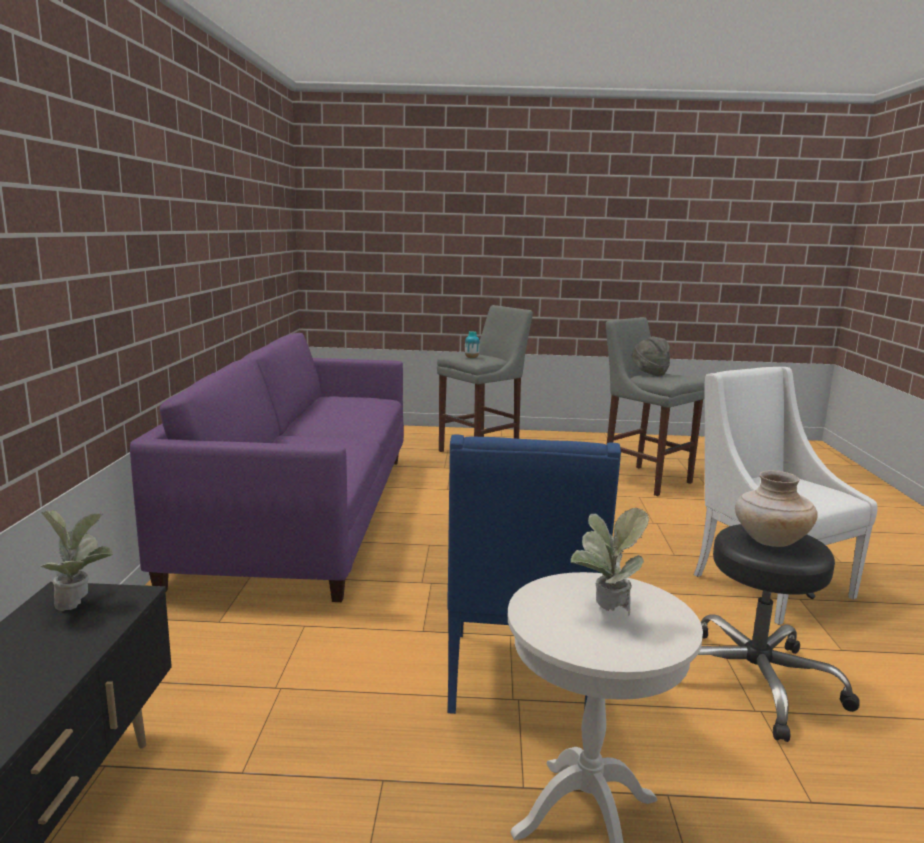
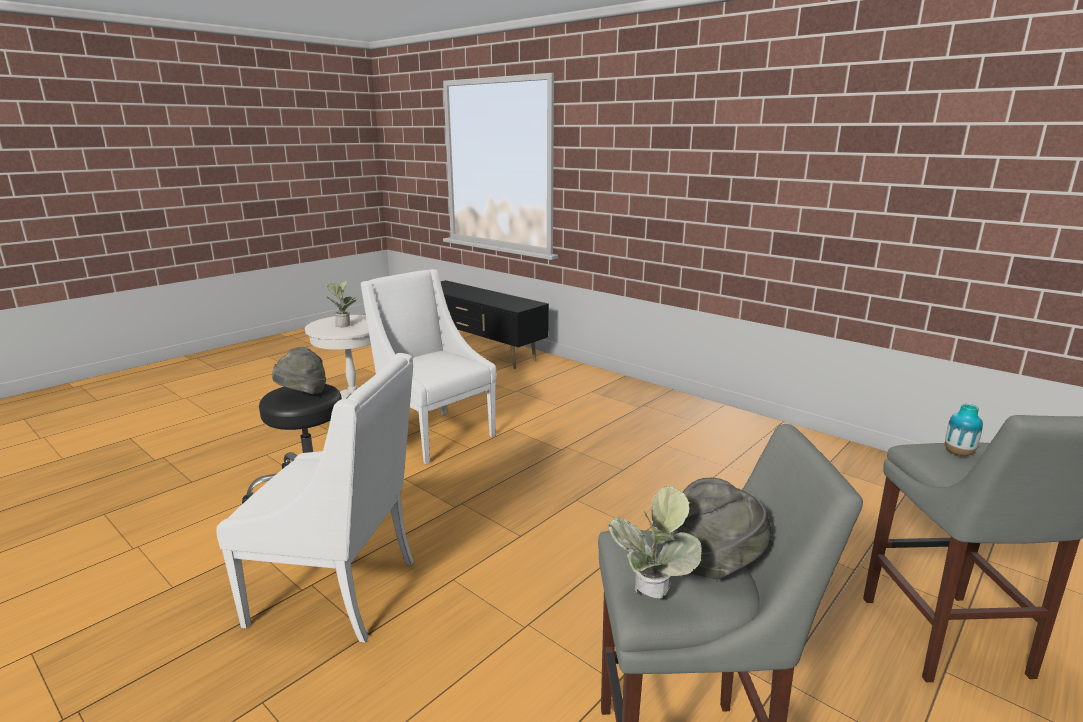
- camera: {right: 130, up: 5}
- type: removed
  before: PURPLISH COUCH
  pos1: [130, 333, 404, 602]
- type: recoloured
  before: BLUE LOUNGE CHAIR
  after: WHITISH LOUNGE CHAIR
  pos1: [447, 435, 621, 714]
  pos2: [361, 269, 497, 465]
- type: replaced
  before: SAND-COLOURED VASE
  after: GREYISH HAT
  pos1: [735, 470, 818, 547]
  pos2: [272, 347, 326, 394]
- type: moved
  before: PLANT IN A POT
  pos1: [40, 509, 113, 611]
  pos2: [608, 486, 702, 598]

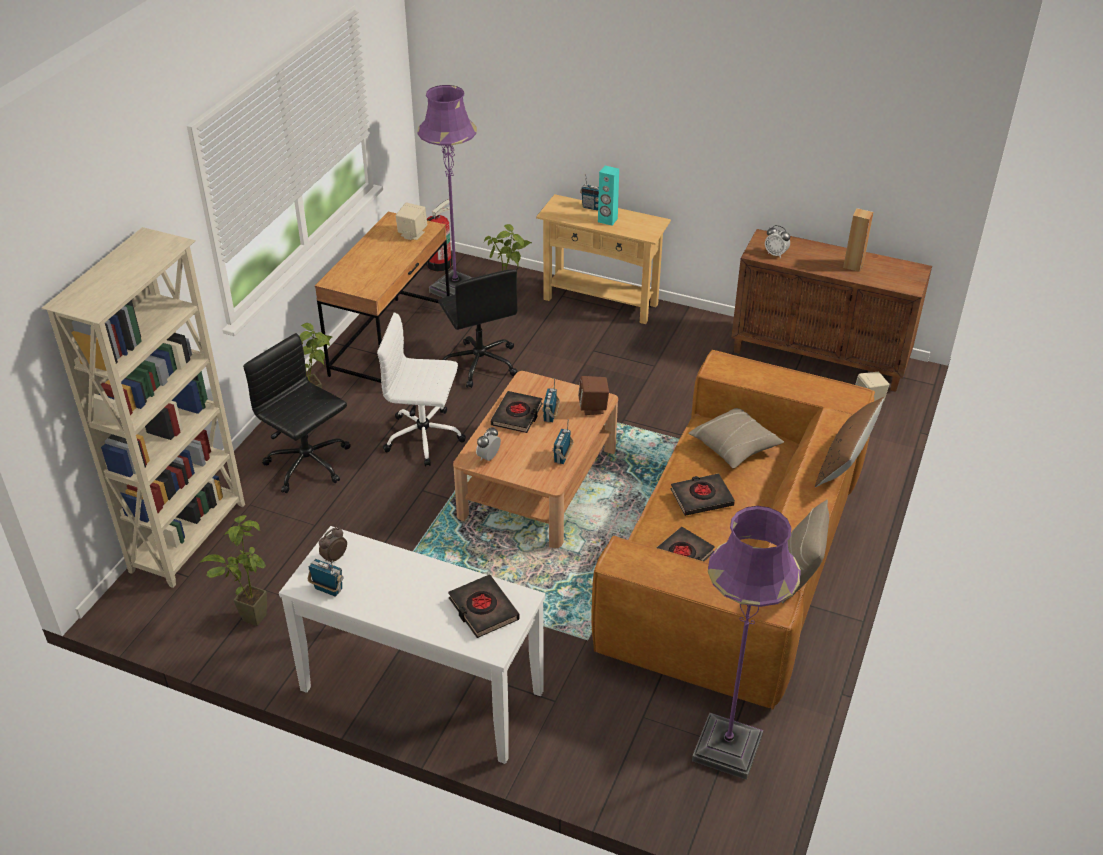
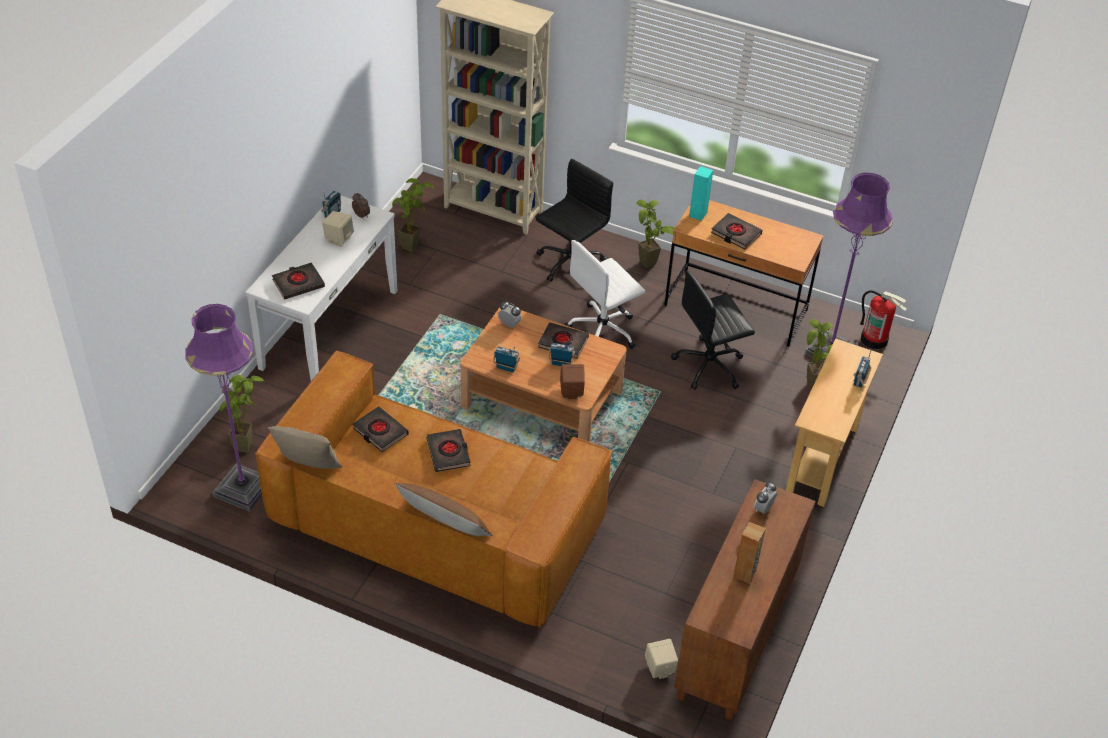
- camera: {right: 90, up: 5}
- type: moved
  before: BLUE-GREEN SPEAKER
  pos1: [598, 166, 619, 226]
  pos2: [689, 166, 713, 221]
- type: moved
  before: SAND-COLOURED SPEAKER
  pos1: [396, 202, 427, 240]
  pos2: [322, 211, 354, 247]
- type: turned
  before: WHITISH OFFICE CHAIR
  pos1: [377, 312, 466, 467]
  pos2: [564, 240, 645, 349]
  turn: -135
- type: removed
  before: SAND-COLOURED CUSHION
  pos1: [688, 408, 784, 469]
- type: added
  after: BLACKISH BOOK
  pos2: [711, 213, 762, 249]
- type: added
  after: PLANT IN A POT
  pos2: [220, 375, 265, 453]

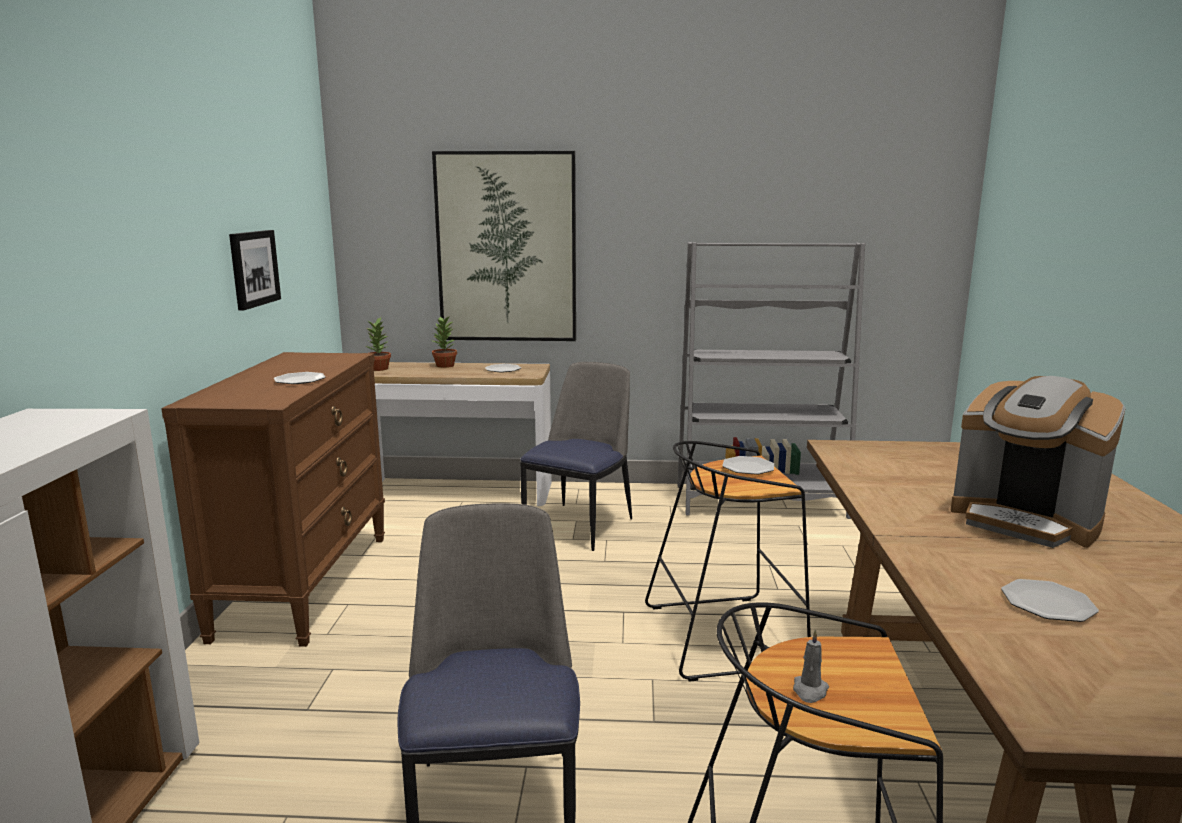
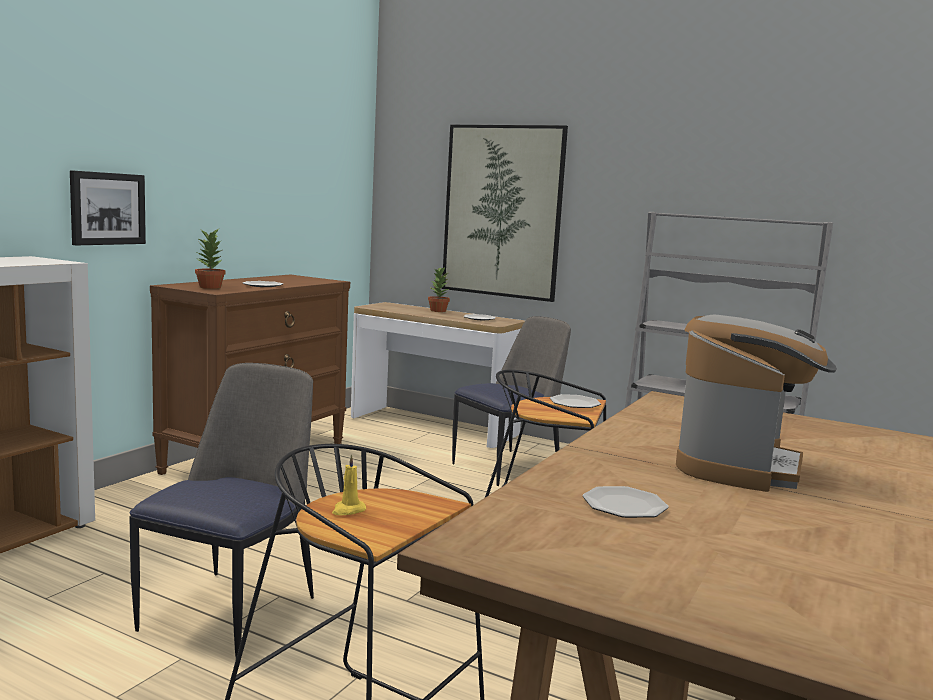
- camera: {right: 25, up: -5}
- type: moved
  before: PICTURE
  pos1: [229, 230, 281, 310]
  pos2: [70, 170, 146, 245]
- type: moved
  before: PLANT IN A POT
  pos1: [366, 318, 391, 371]
  pos2: [195, 229, 225, 289]
- type: turned
  before: COFFEE MAKER
  pos1: [951, 376, 1125, 548]
  pos2: [676, 315, 837, 492]
  turn: -135
- type: recoloured
  before: GREYISH CANDLE
  after: YELLOW CANDLE
  pos1: [793, 630, 829, 703]
  pos2: [332, 454, 366, 516]

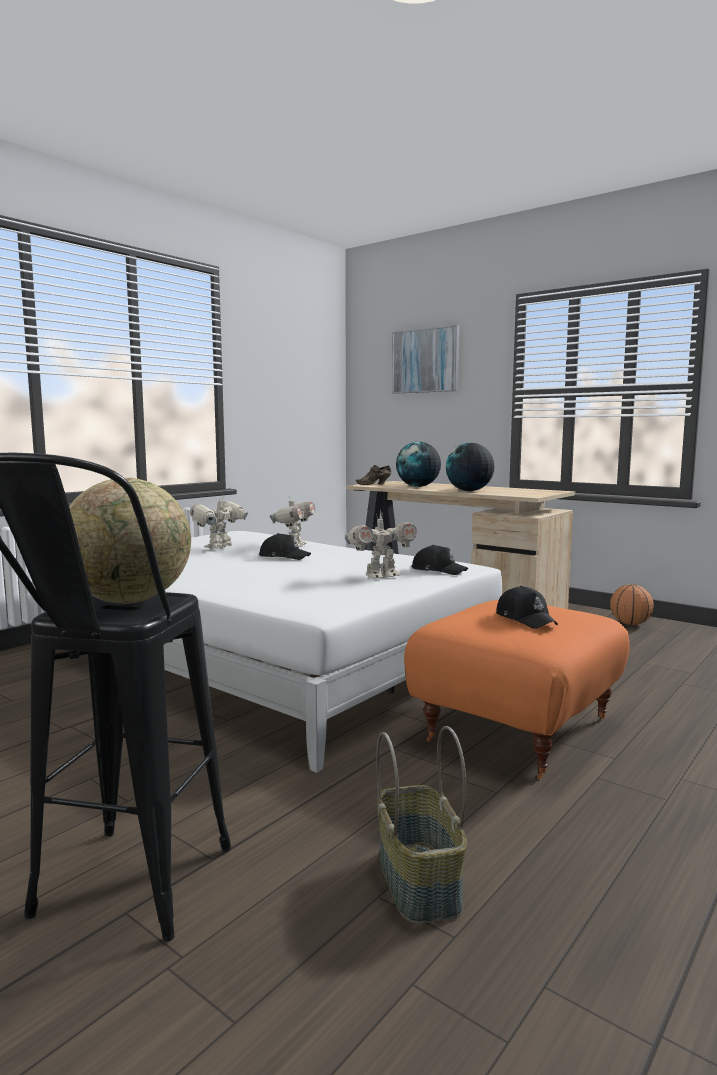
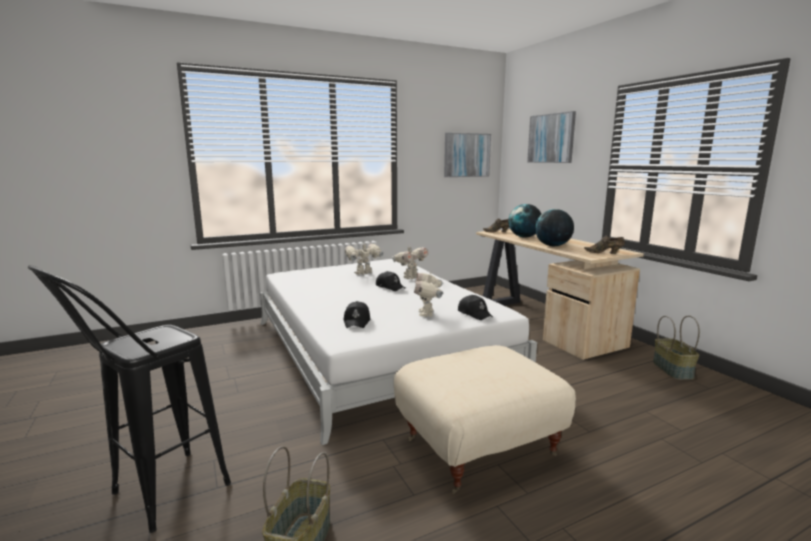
- camera: {right: 25, up: 5}
- type: removed
  before: GLOBE
  pos1: [69, 478, 191, 604]
- type: turned
  before: TOY ROBOT
  pos1: [345, 514, 417, 578]
  pos2: [414, 271, 443, 317]
  turn: 90
- type: replaced
  before: BASKETBALL BALL
  after: HOUSEHOLD BASKET
  pos1: [610, 584, 654, 625]
  pos2: [653, 315, 700, 380]
- type: moved
  before: BLACKISH CAP
  pos1: [496, 586, 558, 629]
  pos2: [343, 301, 370, 328]
- type: recoloured
  before: ORANGE-COLOURED POUFFE
  after: SAND-COLOURED POUFFE
  pos1: [404, 600, 630, 779]
  pos2: [394, 345, 576, 494]
- type: added
  after: PICTURE
  pos2: [444, 133, 491, 177]
- type: added
  after: BROWN SHOE
  pos2: [584, 235, 625, 254]

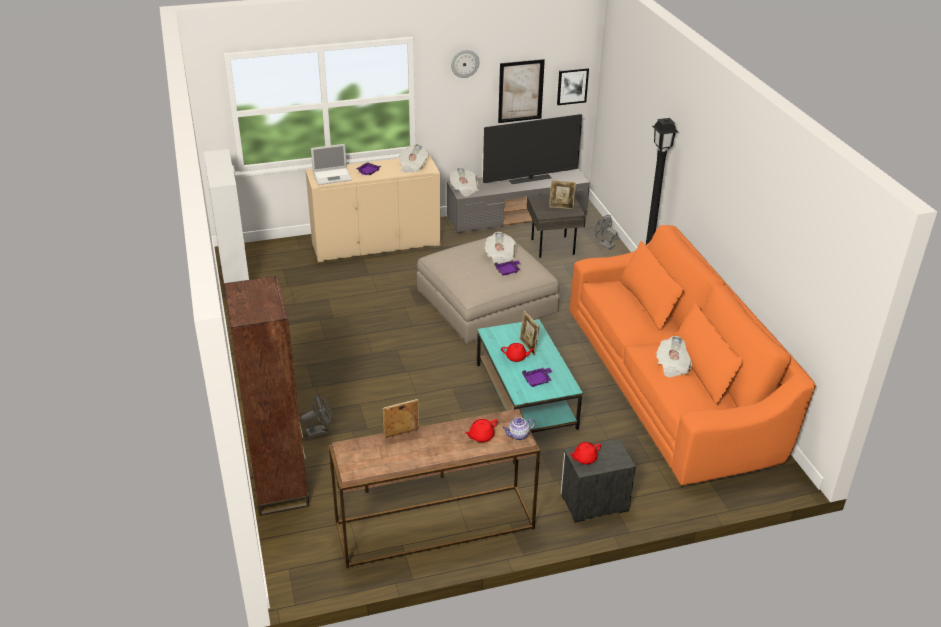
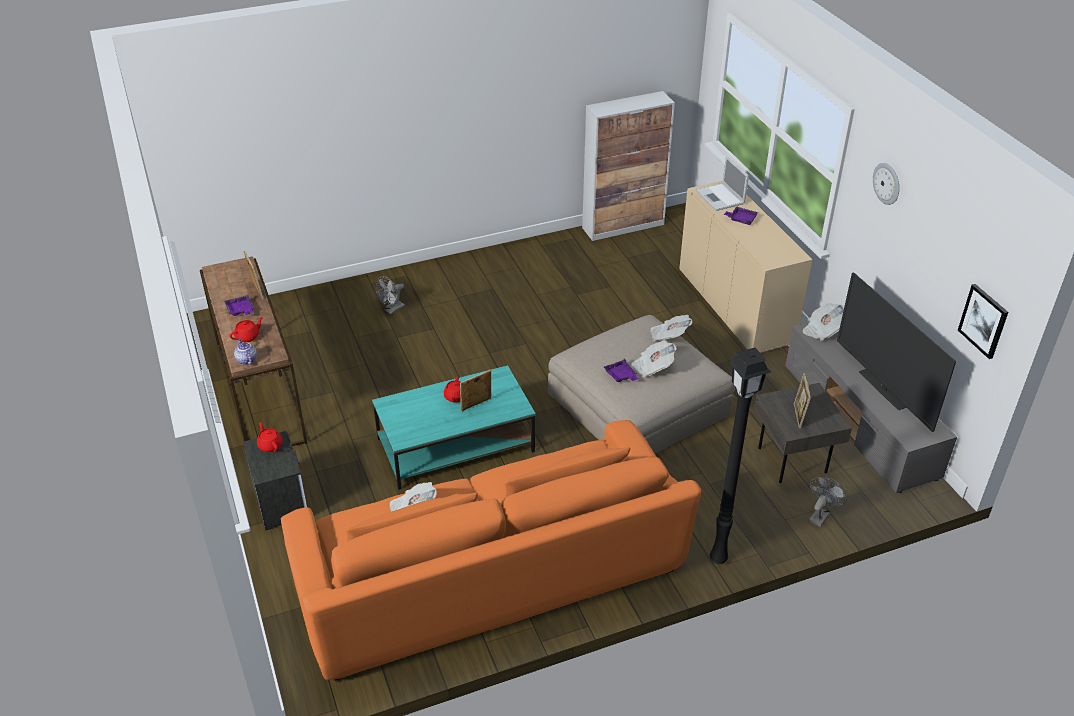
- camera: {right: 85, up: 5}
- type: removed
  before: PICTURE
  pos1: [498, 59, 545, 123]
- type: moved
  before: NEWSPAPER
  pos1: [399, 144, 429, 173]
  pos2: [650, 315, 692, 341]
- type: removed
  before: BROWN SHELVING UNIT
  pos1: [224, 276, 310, 516]
- type: moved
  before: PURPLISH CARRYING TRAY
  pos1: [522, 368, 552, 387]
  pos2: [224, 294, 254, 316]
- type: turned
  before: GREYISH ELECTRIC FAN
  pos1: [301, 395, 332, 438]
  pos2: [376, 276, 405, 314]
  turn: 75
- type: turned
  before: REDDISH TEAPOT
  pos1: [465, 419, 497, 442]
  pos2: [229, 317, 263, 342]
  turn: 90

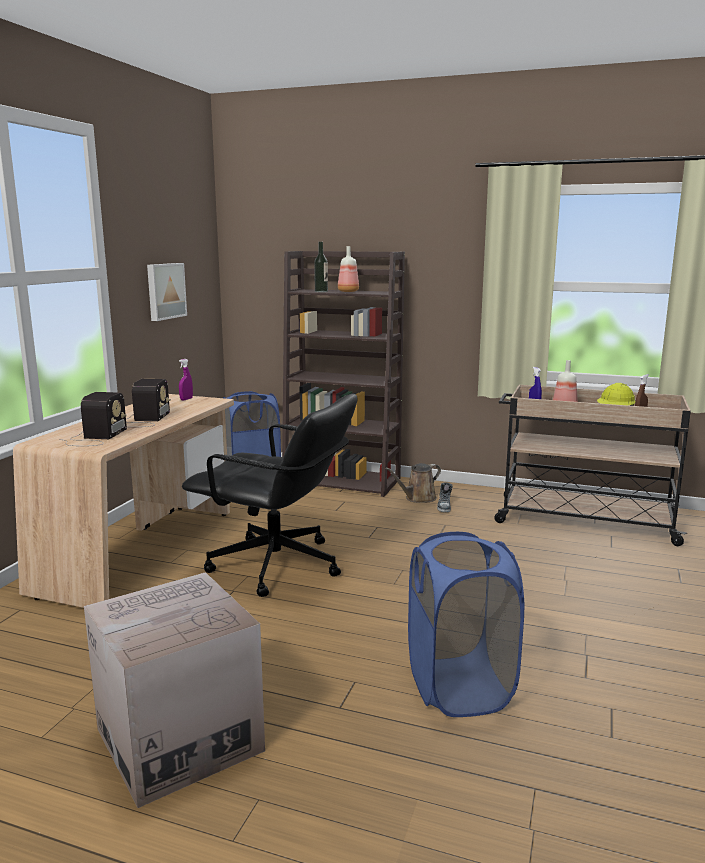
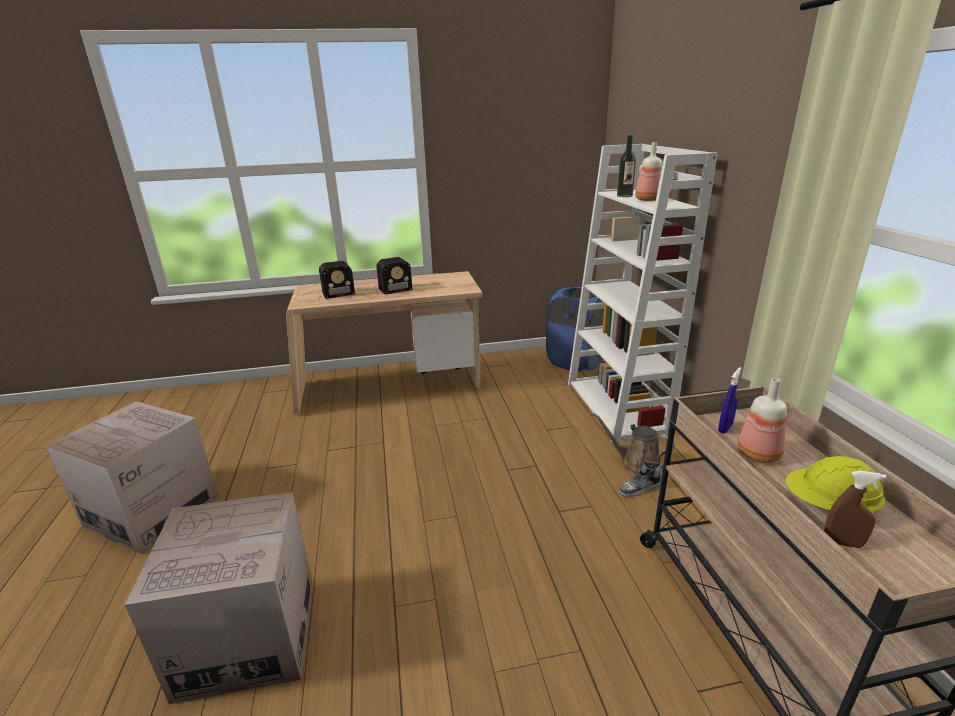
- camera: {right: 60, up: 10}
- type: recoloured
  before: BROWN SHELVING UNIT
  after: WHITISH SHELVING UNIT
  pos1: [282, 251, 405, 497]
  pos2: [568, 144, 718, 443]
- type: removed
  before: PICTURE
  pos1: [147, 263, 187, 321]
- type: removed
  before: PURPLISH SPRAY BOTTLE
  pos1: [179, 359, 193, 400]
- type: removed
  before: BLACKISH OFFICE CHAIR
  pos1: [182, 394, 357, 597]
- type: replaced
  before: BLUE LAUNDRY BASKET
  after: PACKING BOX
  pos1: [408, 532, 524, 717]
  pos2: [125, 492, 313, 704]

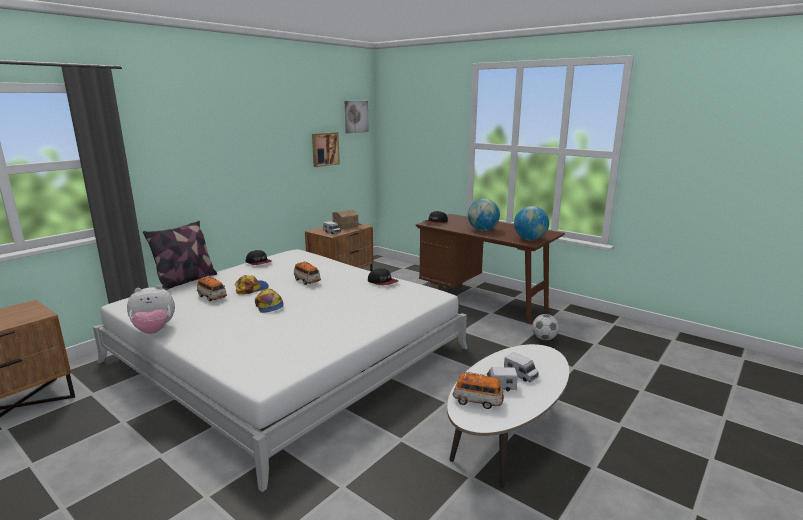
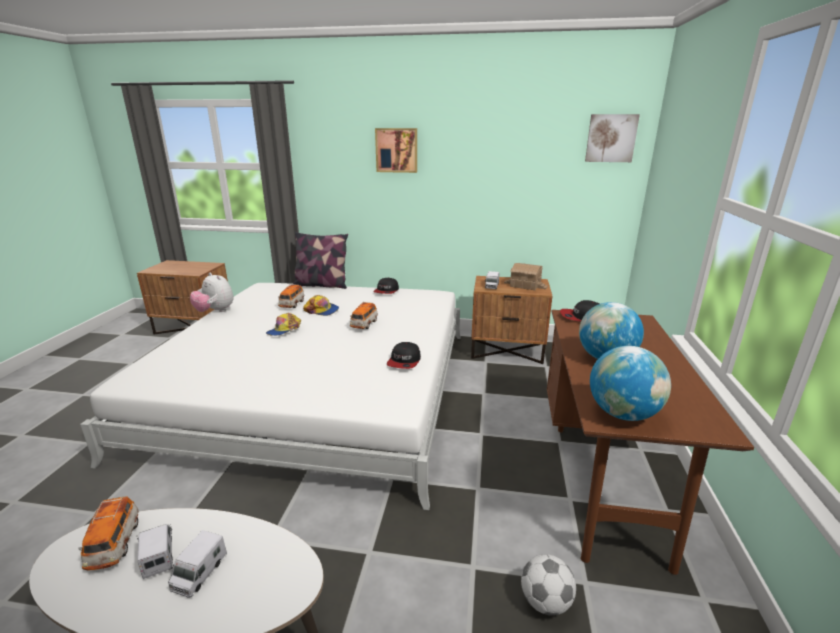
- camera: {right: 60, up: 5}
- type: moved
  before: PICTURE
  pos1: [312, 132, 340, 167]
  pos2: [375, 128, 417, 173]

